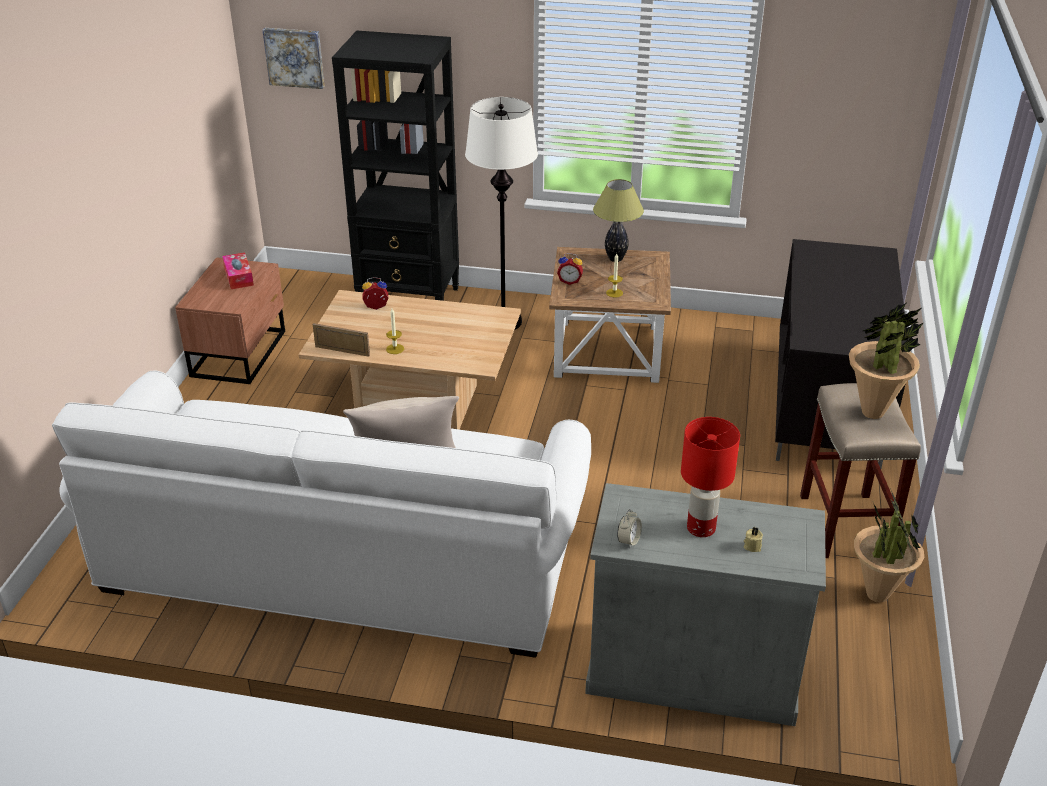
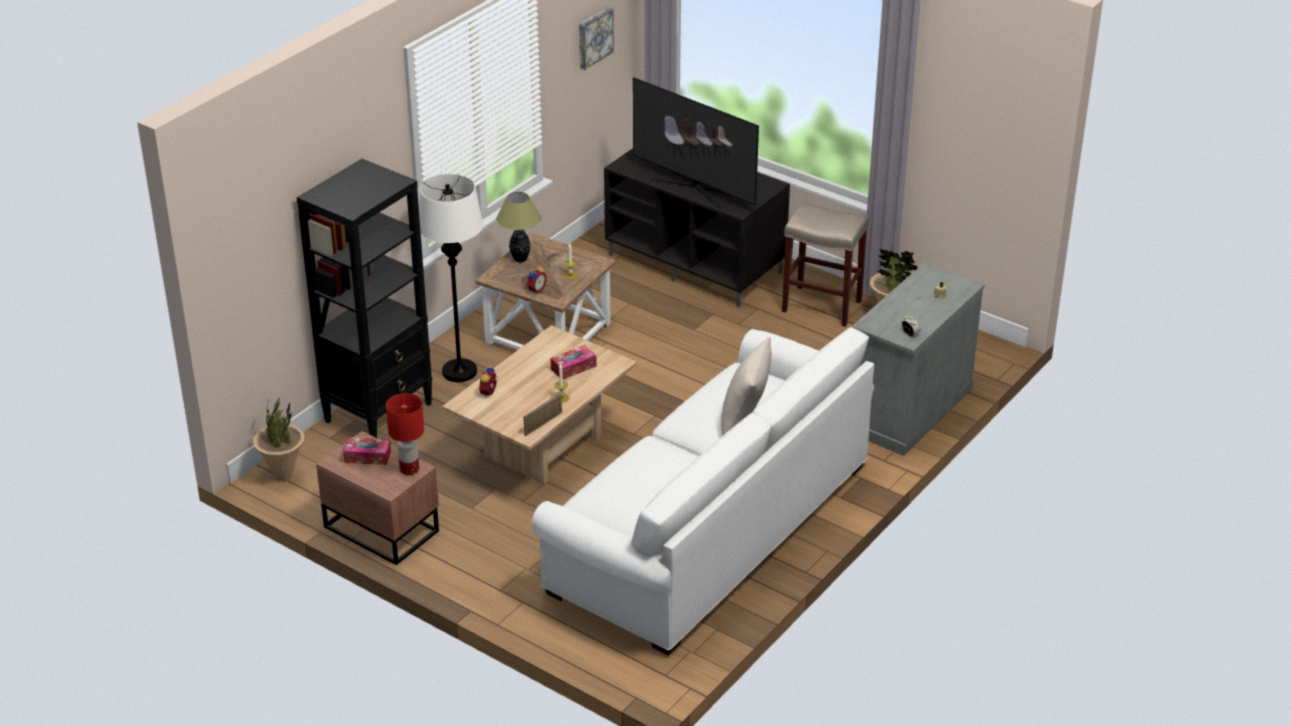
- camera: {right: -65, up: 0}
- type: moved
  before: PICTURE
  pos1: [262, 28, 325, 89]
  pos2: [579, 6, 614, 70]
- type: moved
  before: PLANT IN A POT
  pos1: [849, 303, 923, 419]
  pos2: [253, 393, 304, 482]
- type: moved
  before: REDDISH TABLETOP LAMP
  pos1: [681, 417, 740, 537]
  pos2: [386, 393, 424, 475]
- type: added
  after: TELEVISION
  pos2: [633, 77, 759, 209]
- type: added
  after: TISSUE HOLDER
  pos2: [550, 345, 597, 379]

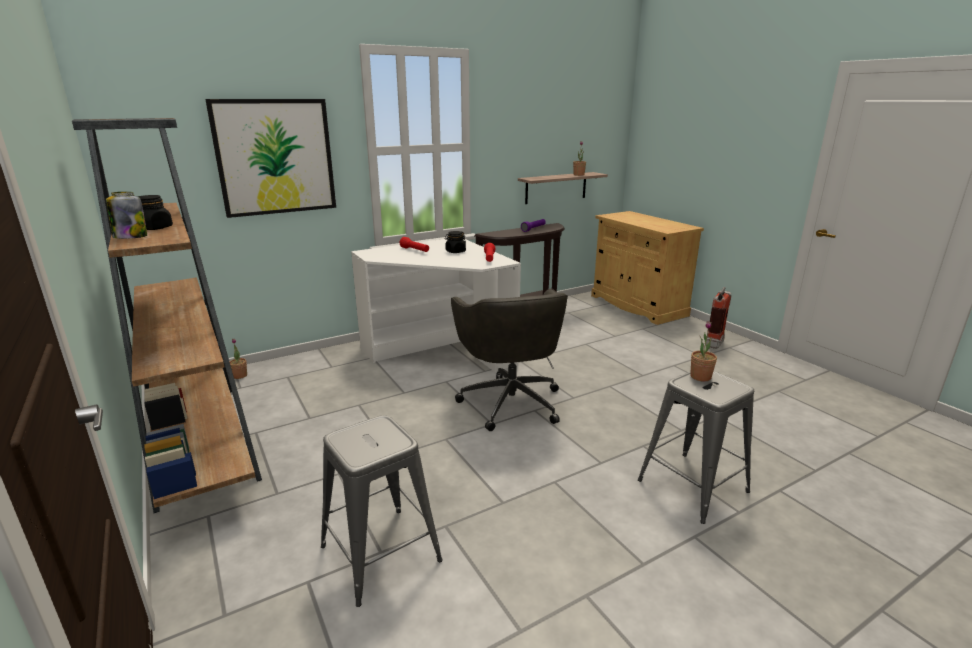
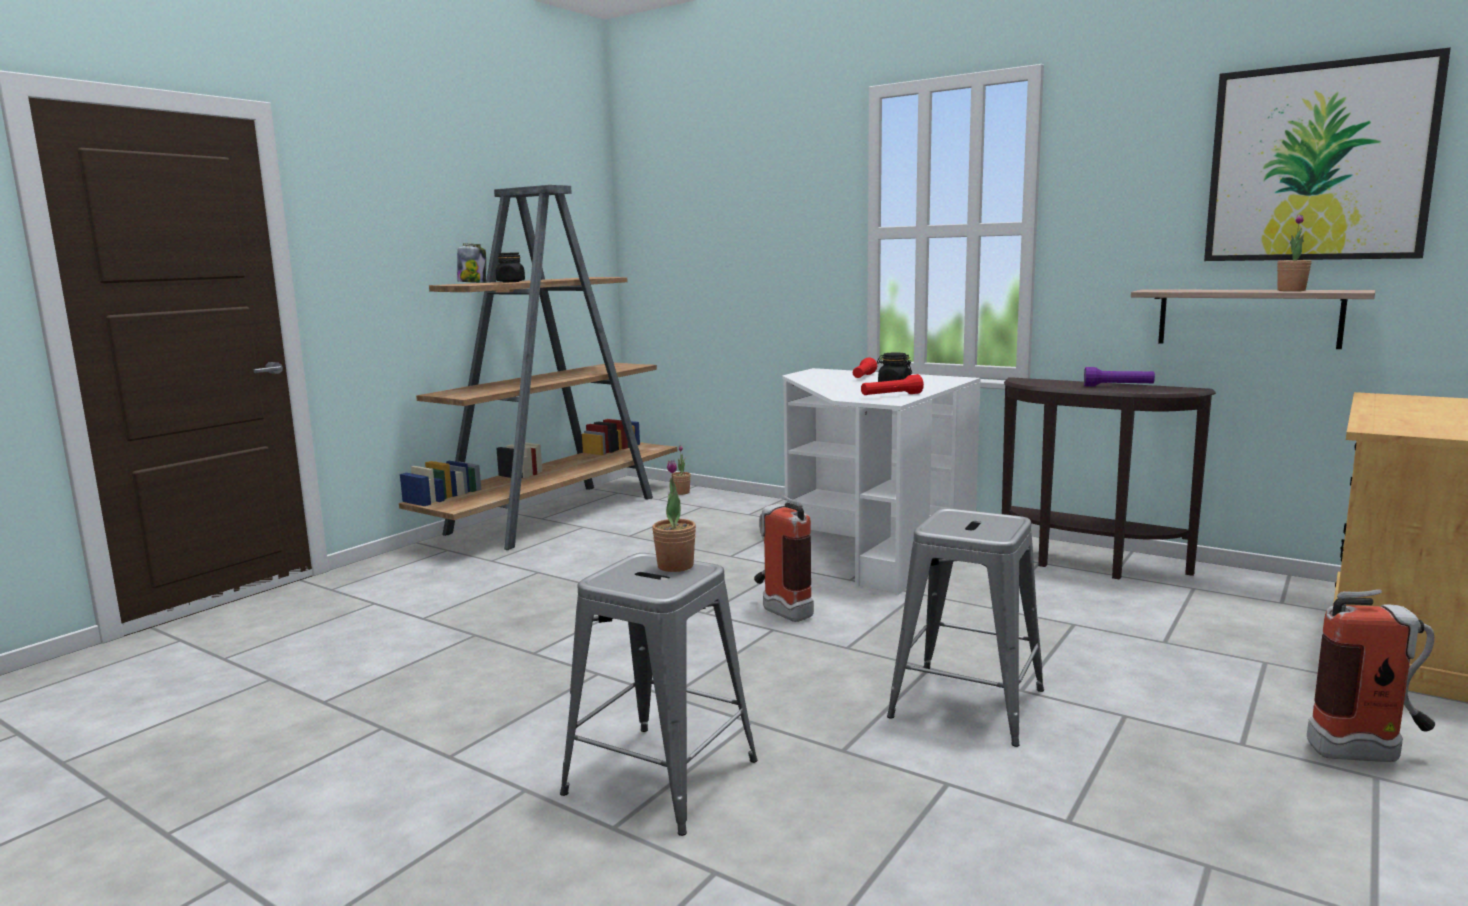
- camera: {right: 65, up: -10}
- type: moved
  before: PICTURE
  pos1: [205, 99, 336, 218]
  pos2: [1204, 47, 1451, 261]
- type: replaced
  before: GREYISH OFFICE CHAIR
  after: FIRE EXTINGUISHER
  pos1: [451, 289, 568, 431]
  pos2: [754, 495, 814, 622]
- type: moved
  before: GREYISH STOOL
  pos1: [321, 415, 443, 607]
  pos2: [887, 508, 1044, 747]

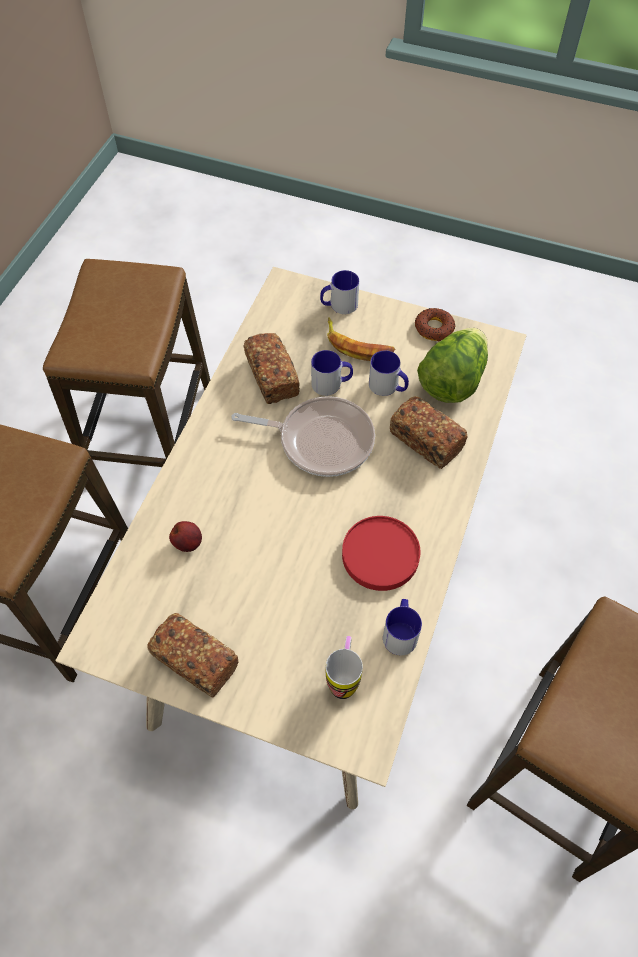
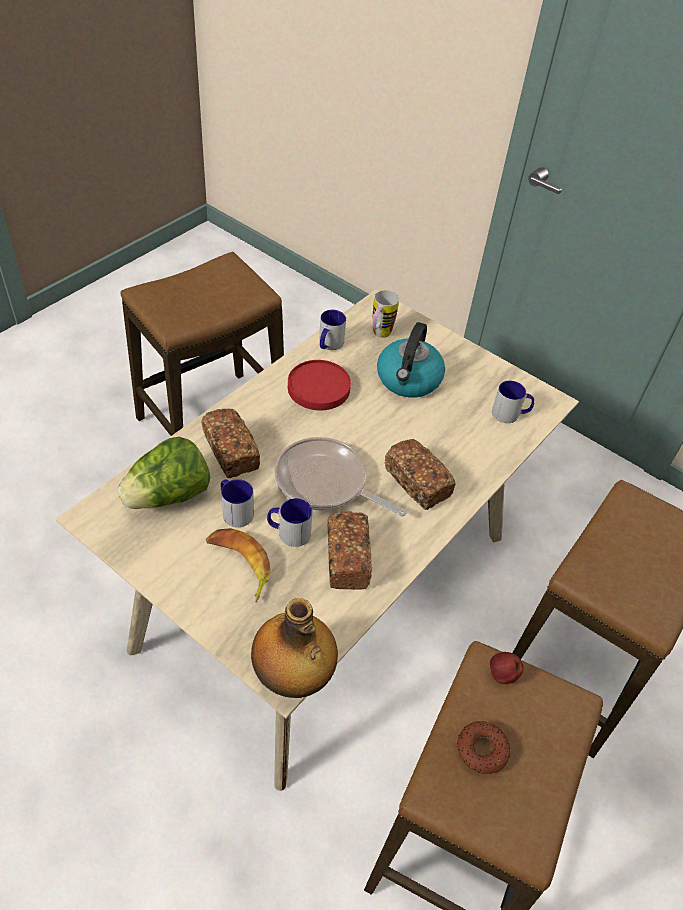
- camera: {right: -165, up: -10}
- type: moved
  before: COFFEE MUG
  pos1: [320, 270, 359, 314]
  pos2: [492, 381, 534, 423]
- type: moved
  before: DOUGHNUT
  pos1: [415, 308, 455, 341]
  pos2: [457, 721, 511, 774]
- type: moved
  before: APPLE
  pos1: [169, 521, 202, 552]
  pos2: [490, 652, 524, 684]
- type: moved
  before: BREAD
  pos1: [147, 613, 239, 698]
  pos2: [385, 439, 455, 510]
- type: added
  after: WATER KETTLE
  pos2: [377, 322, 445, 398]
- type: added
  after: DRINK BOTTLE
  pos2: [251, 598, 338, 698]

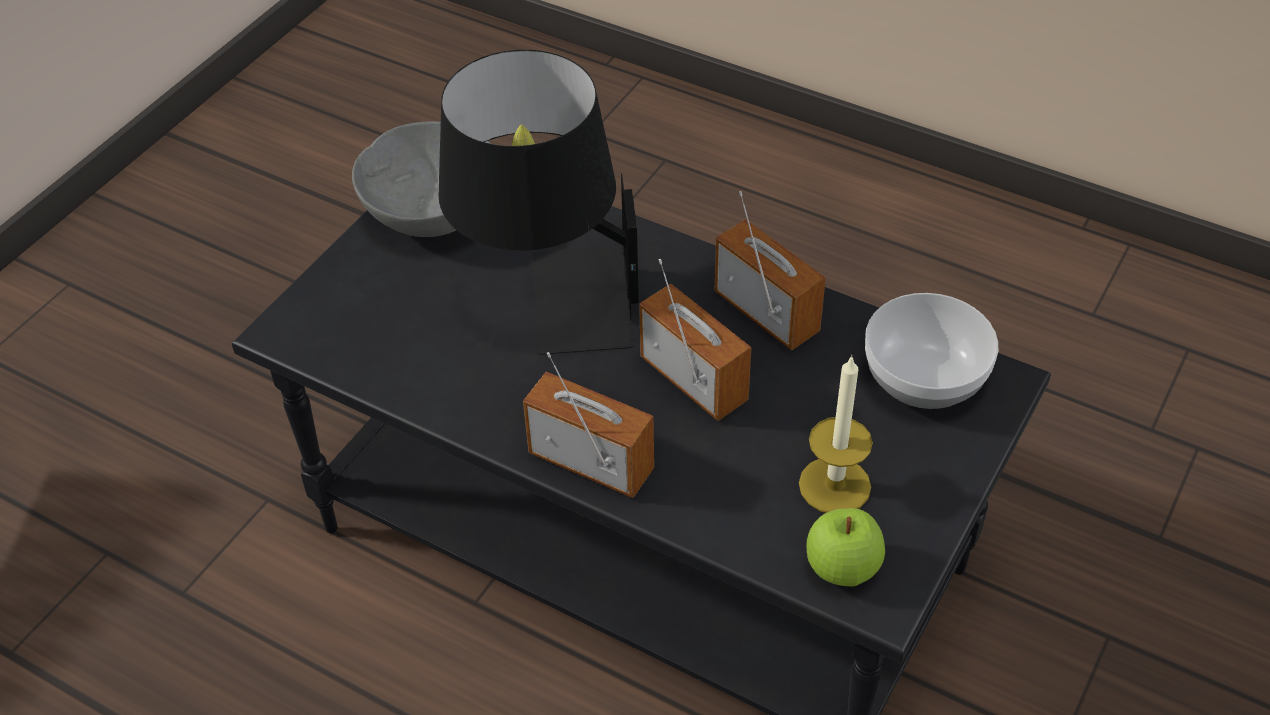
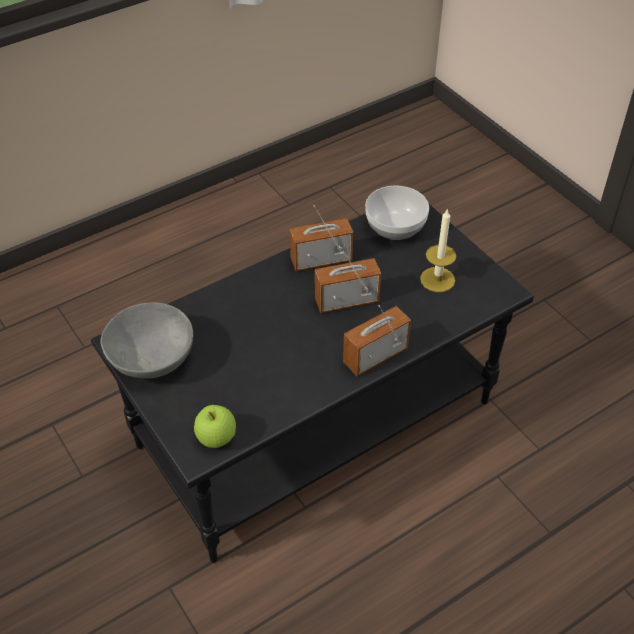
- camera: {right: -65, up: 0}
- type: removed
  before: BLACKISH TABLETOP LAMP
  pos1: [439, 50, 639, 355]
- type: moved
  before: APPLE
  pos1: [807, 508, 885, 587]
  pos2: [194, 405, 236, 448]

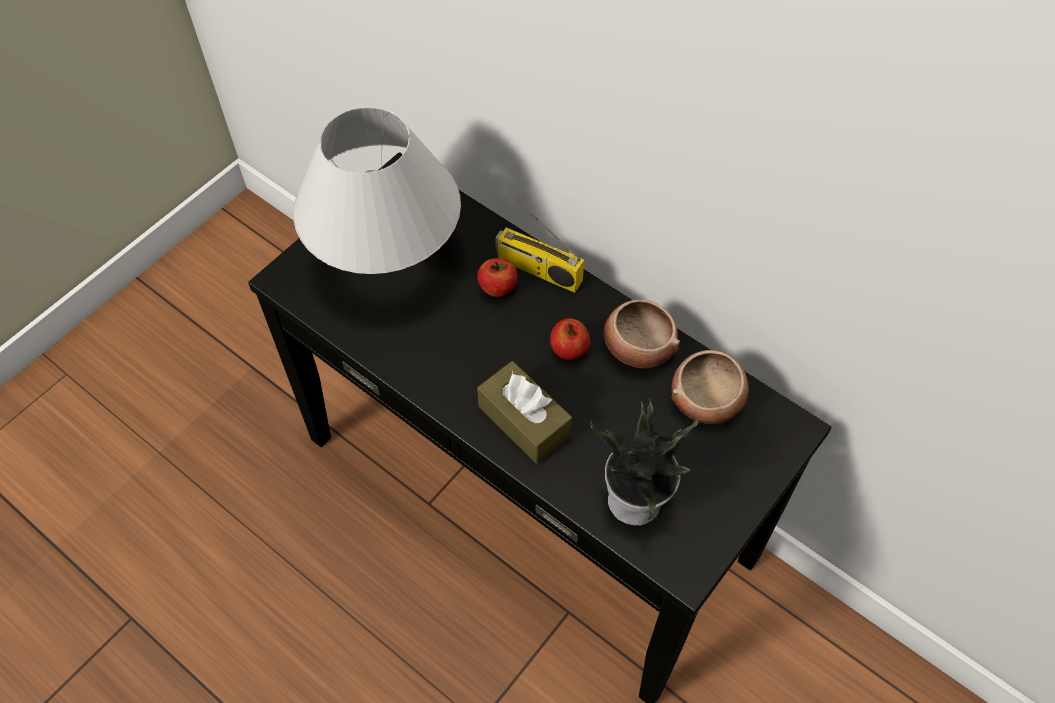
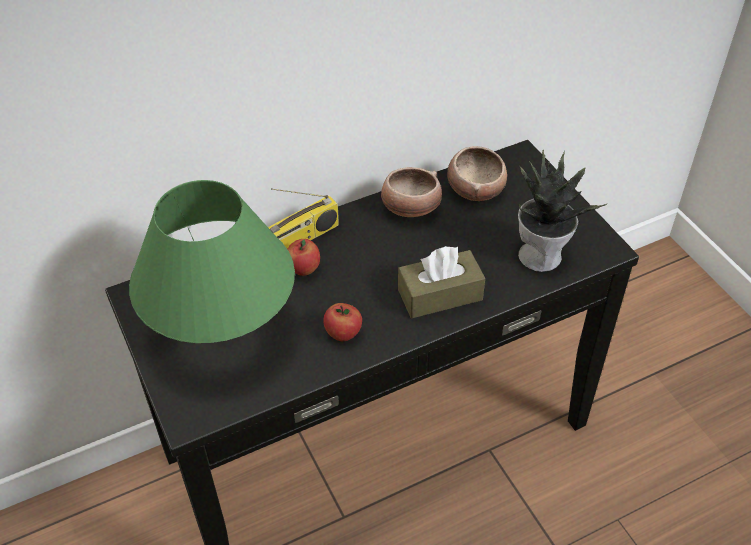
- camera: {right: -65, up: -10}
- type: recoloured
  before: WHITISH TABLETOP LAMP
  after: GREEN-COLOURED TABLETOP LAMP
  pos1: [293, 107, 461, 274]
  pos2: [129, 180, 295, 343]
- type: moved
  before: APPLE
  pos1: [550, 318, 590, 360]
  pos2: [323, 303, 362, 341]

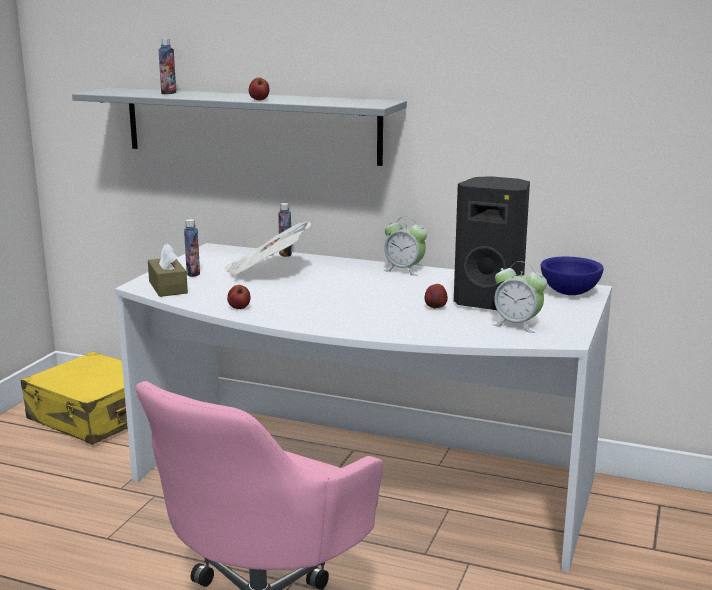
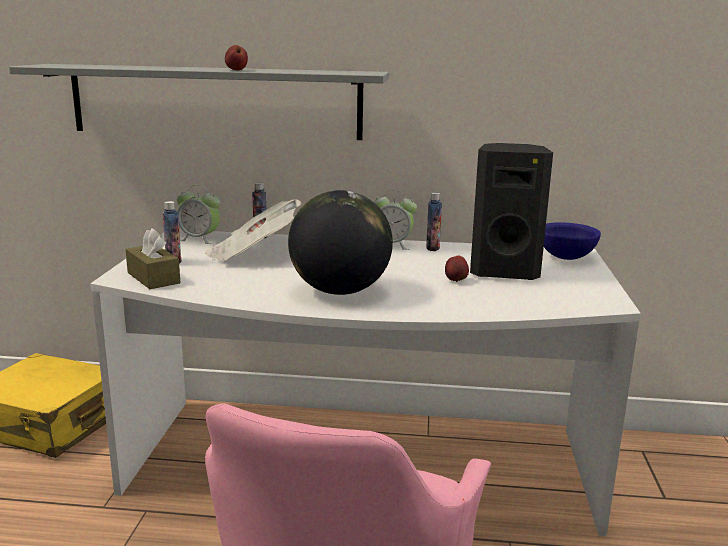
- camera: {right: -15, up: 0}
- type: moved
  before: DRINK BOTTLE
  pos1: [159, 39, 176, 94]
  pos2: [426, 193, 442, 251]
- type: moved
  before: TABLE CLOCK
  pos1: [492, 261, 547, 333]
  pos2: [177, 185, 220, 244]
- type: removed
  before: APPLE
  pos1: [227, 285, 250, 309]
- type: added
  after: GLOBE
  pos2: [288, 190, 393, 295]

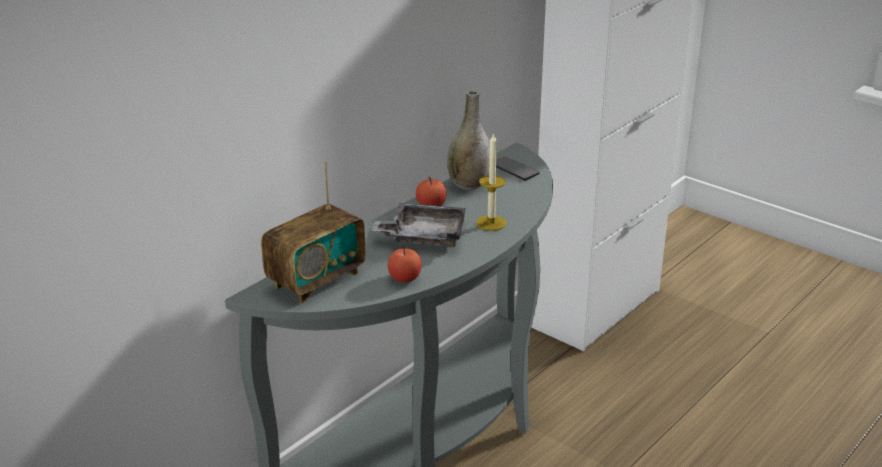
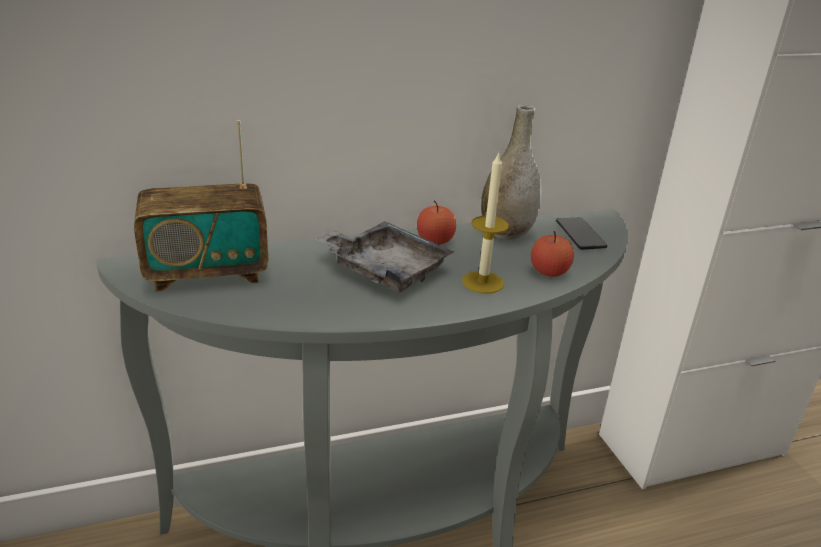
- camera: {right: 30, up: 0}
- type: moved
  before: APPLE
  pos1: [388, 247, 422, 283]
  pos2: [531, 231, 574, 277]

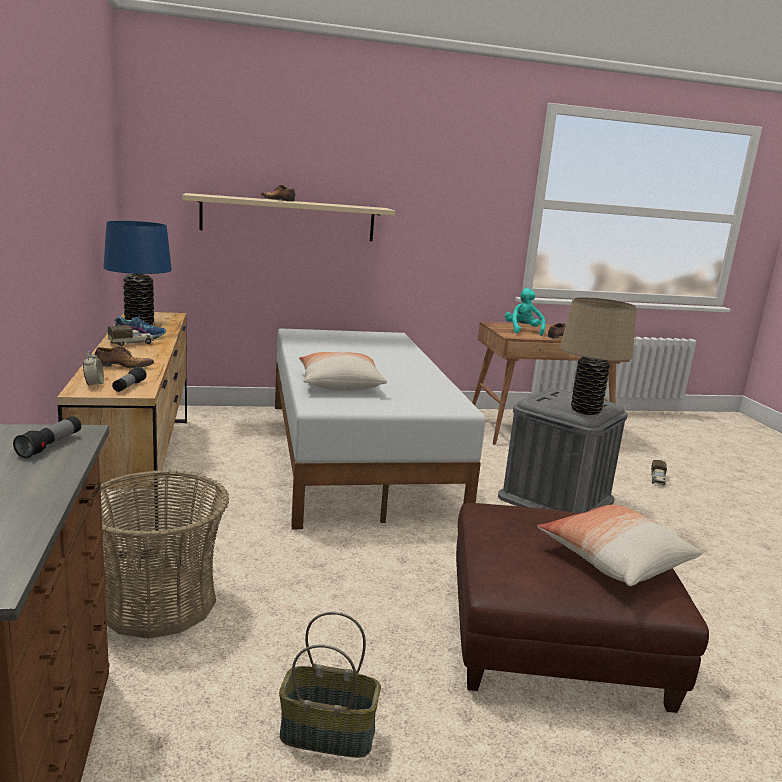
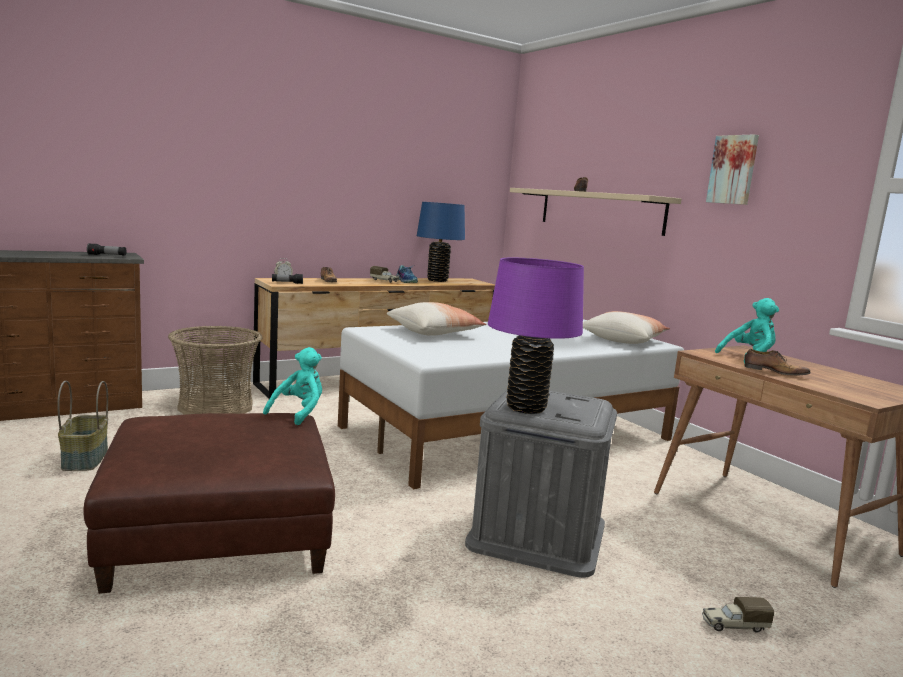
- camera: {right: 70, up: -5}
- type: recoloured
  before: SAND-COLOURED TABLETOP LAMP
  after: PURPLISH TABLETOP LAMP
  pos1: [560, 297, 637, 415]
  pos2: [488, 258, 584, 414]
- type: moved
  before: CUSHION
  pos1: [537, 505, 702, 586]
  pos2: [583, 311, 670, 344]
- type: added
  after: PICTURE
  pos2: [706, 134, 759, 205]
- type: added
  after: BLUE-GREEN PLUSH TOY
  pos2: [263, 347, 322, 425]

